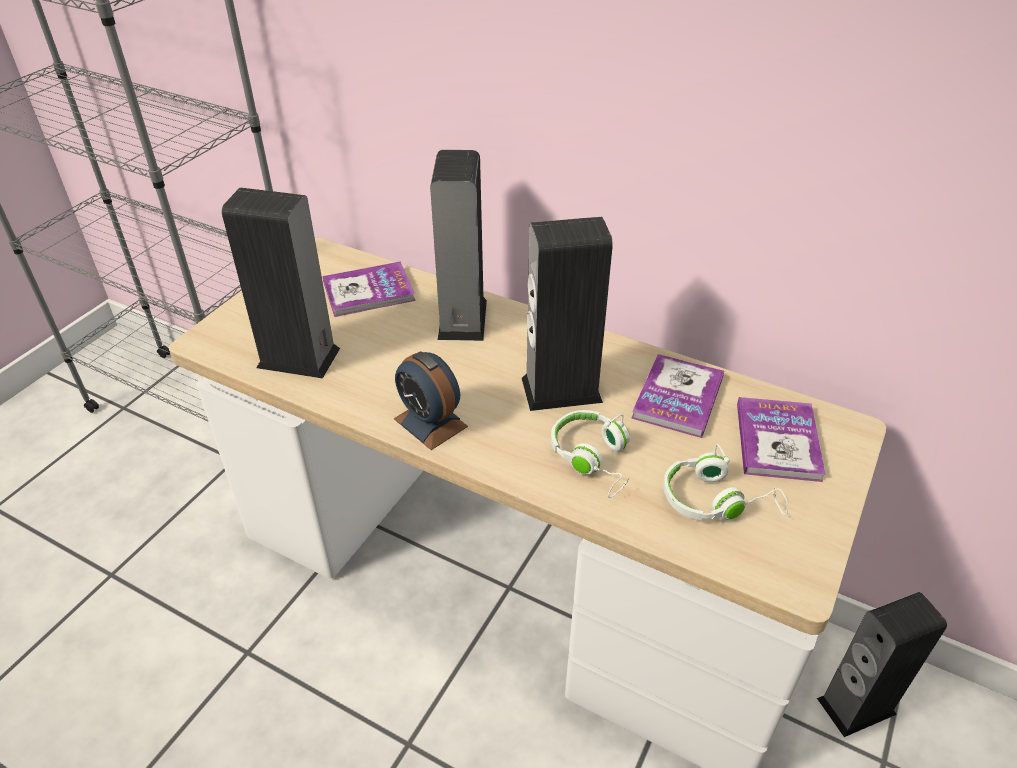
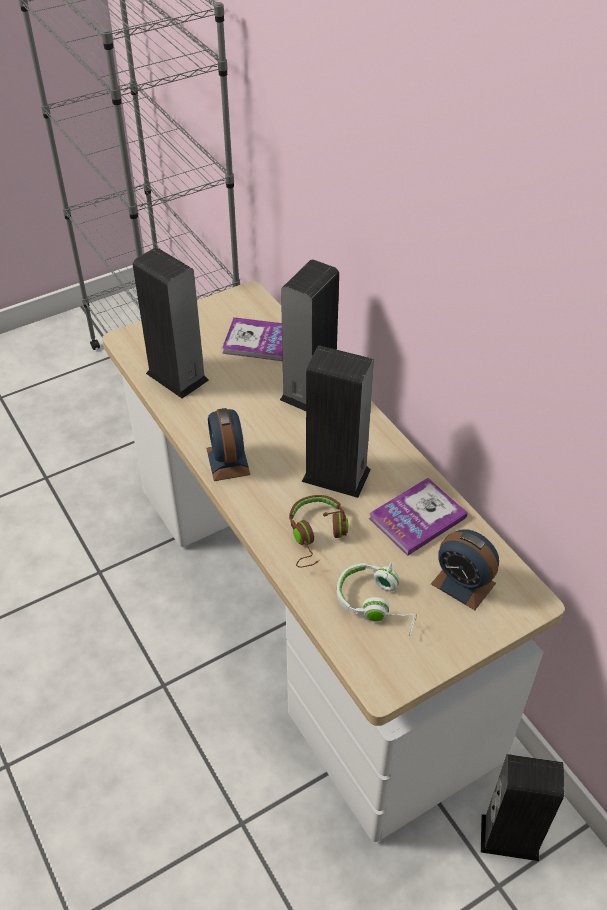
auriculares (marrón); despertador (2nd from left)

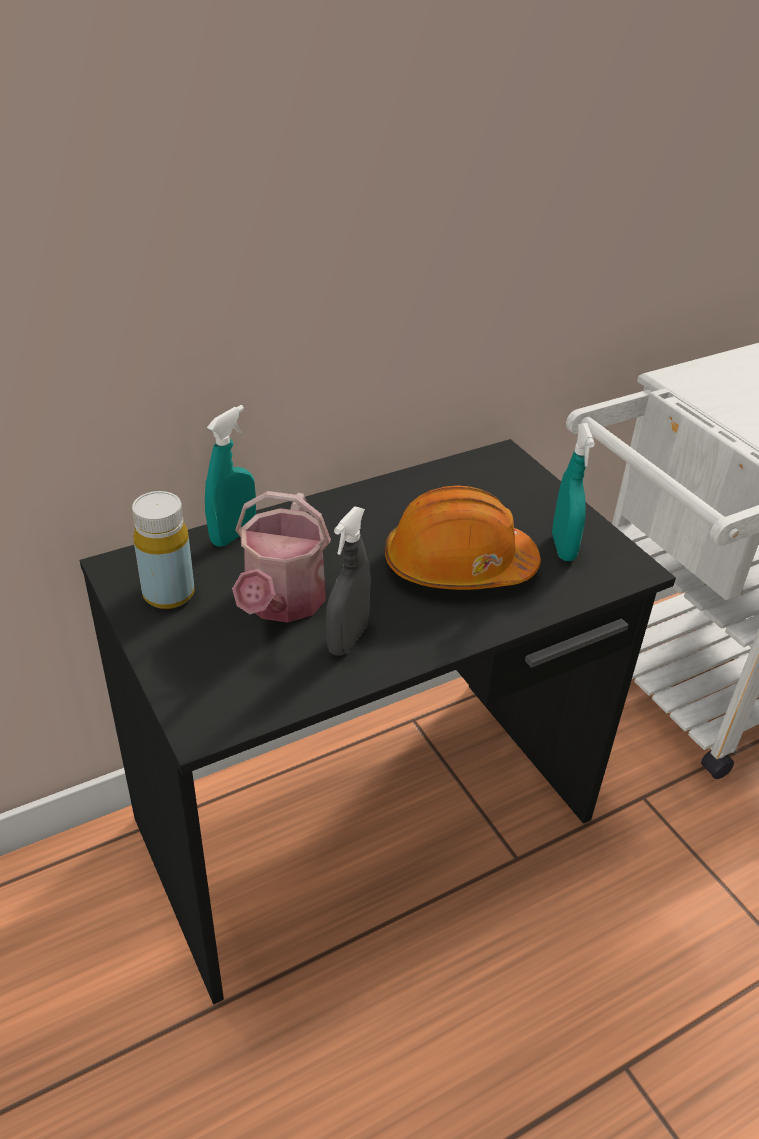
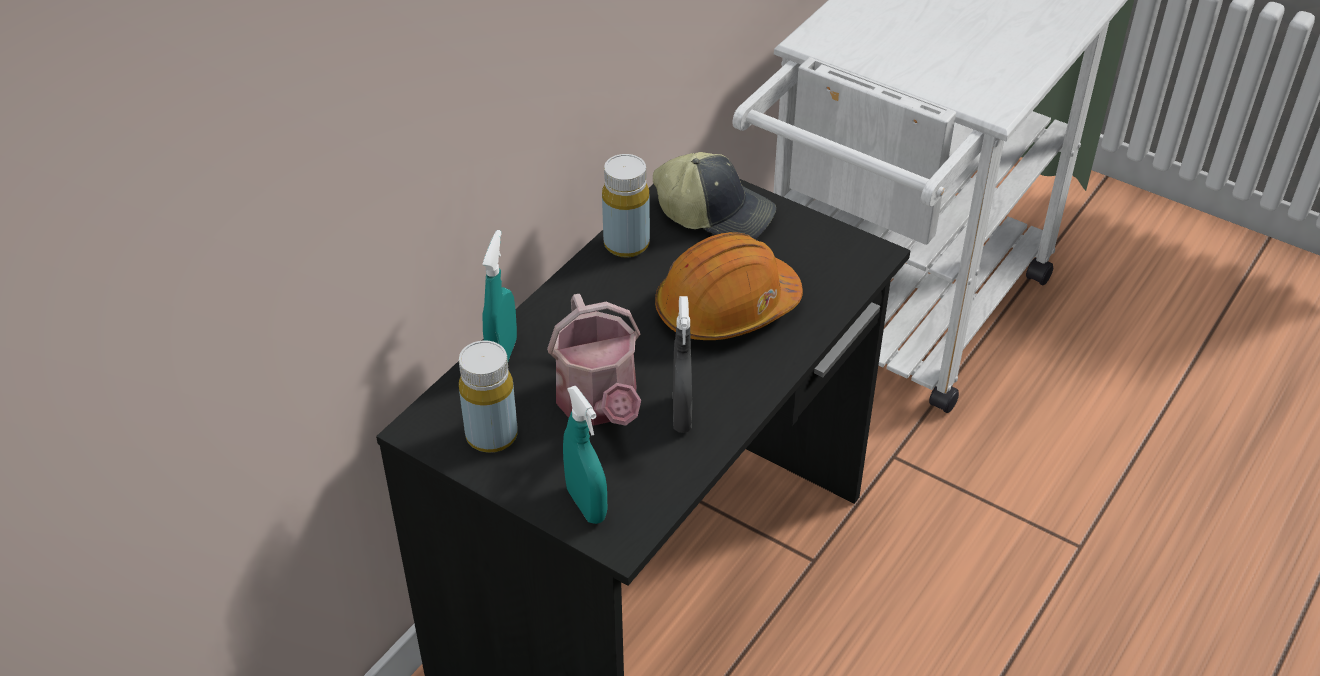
pulverizador (turquesa) (2nd from left); botella (amarillo) (2nd from left); gorra

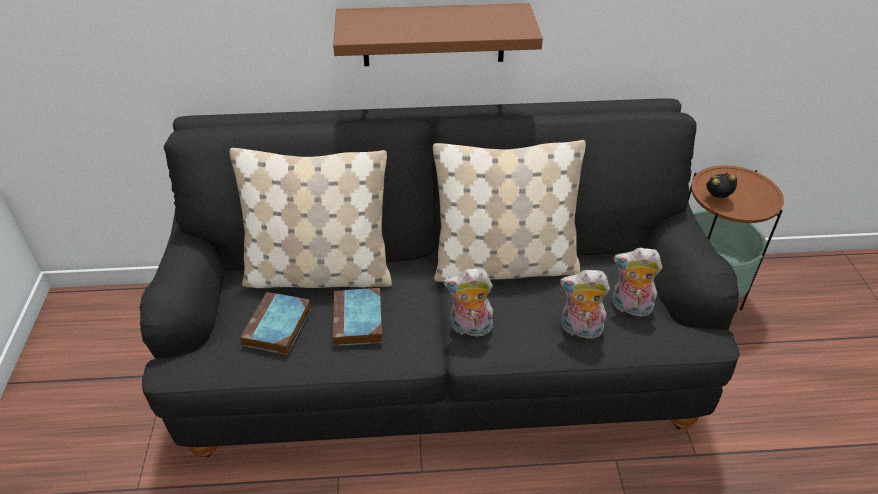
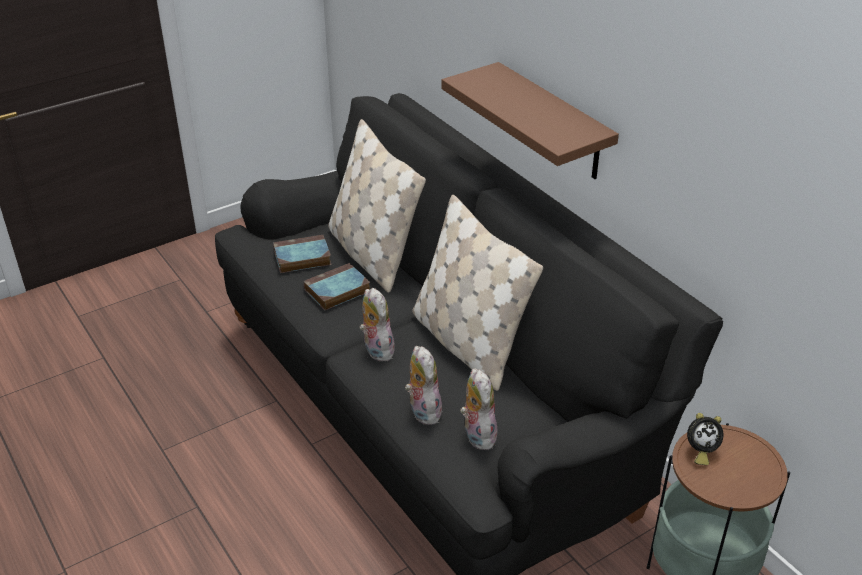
despertador

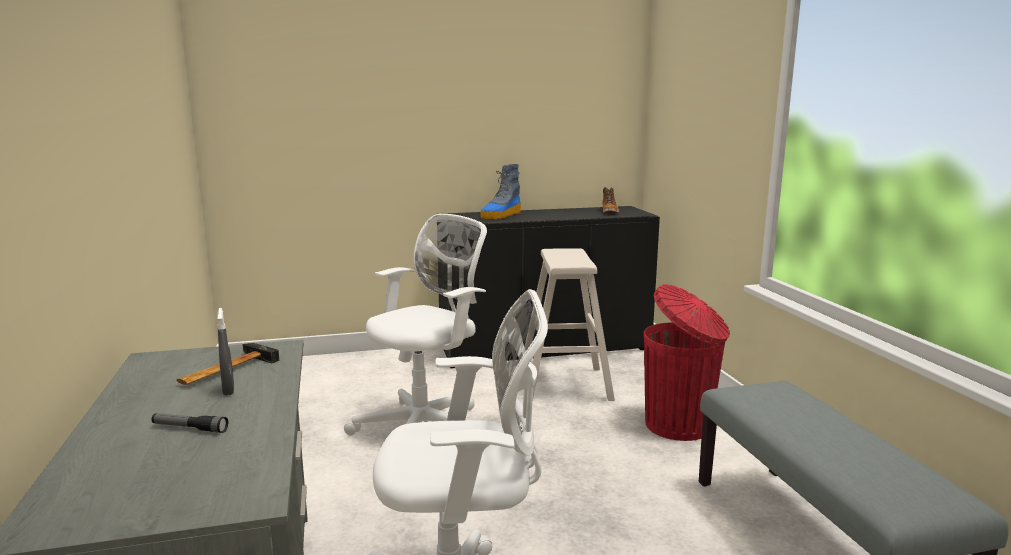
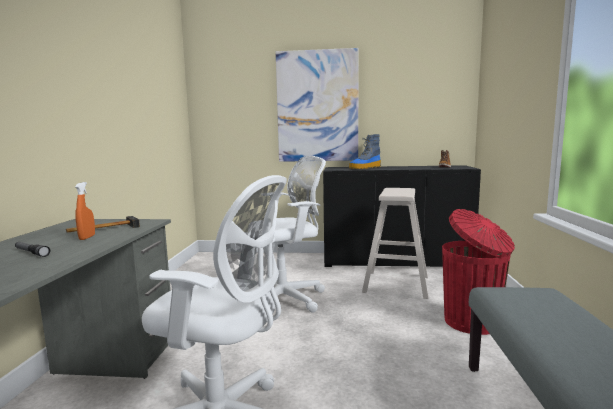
pulverizador (naranja); cuadro

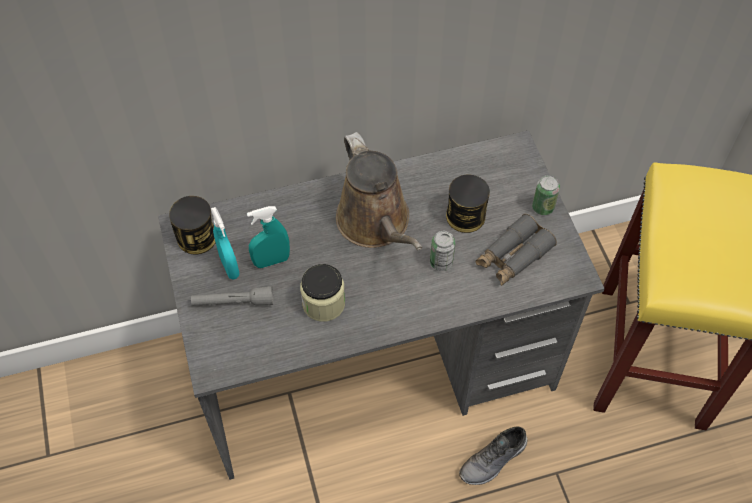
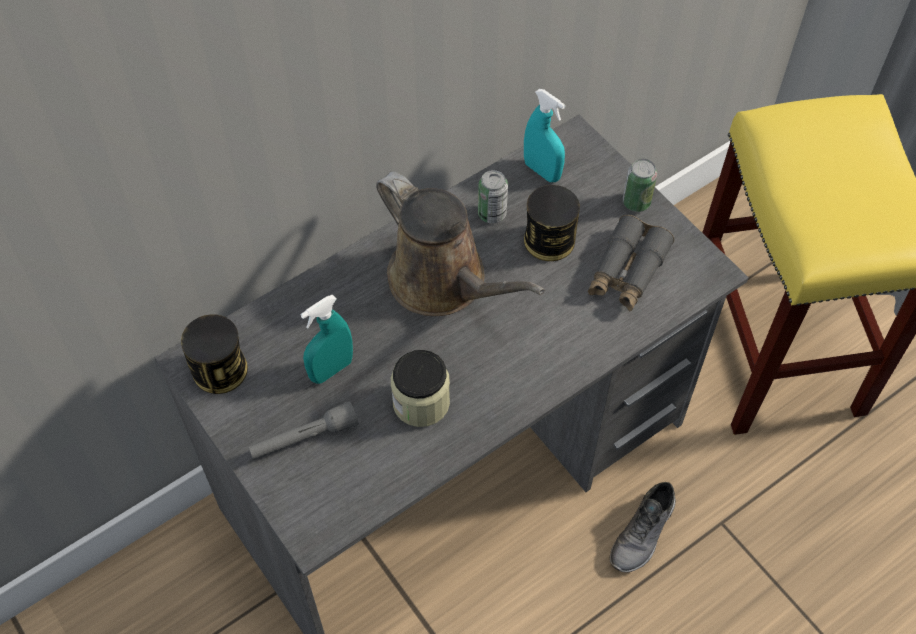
lata (2nd from left); pulverizador (turquesa) (2nd from left)

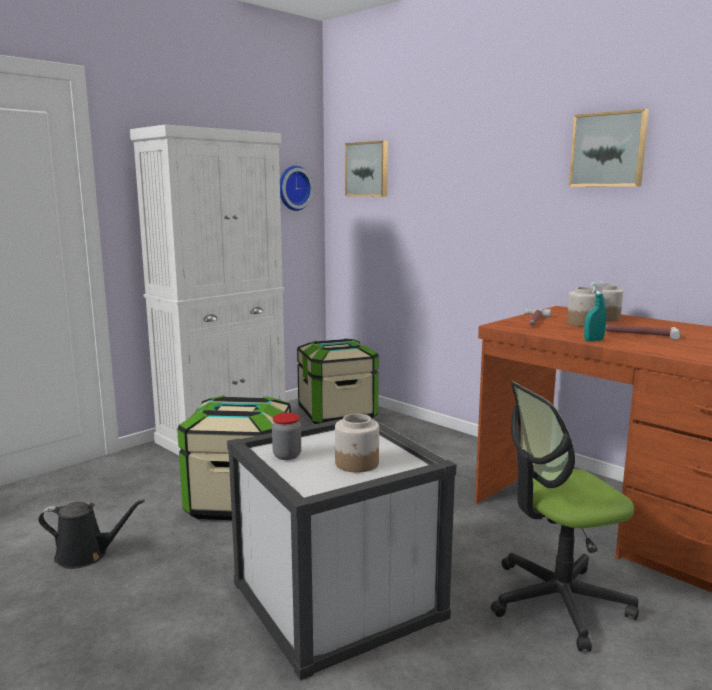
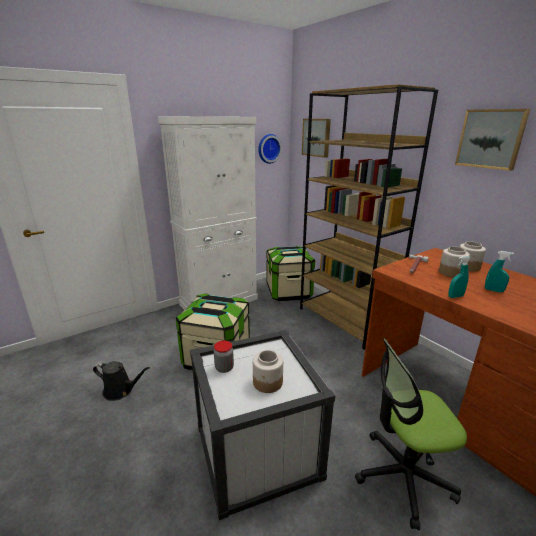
estantería (marrón); pulverizador (turquesa) (2nd from left)

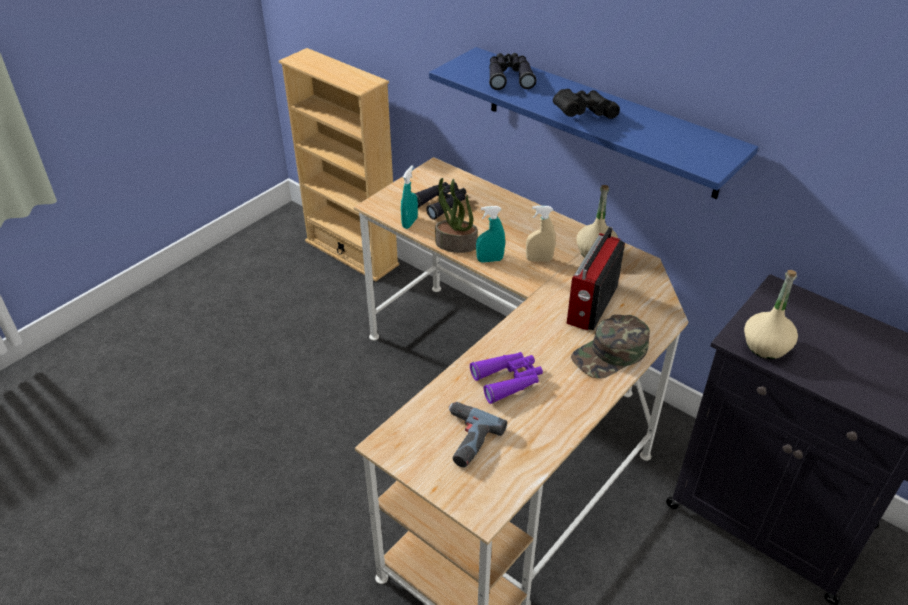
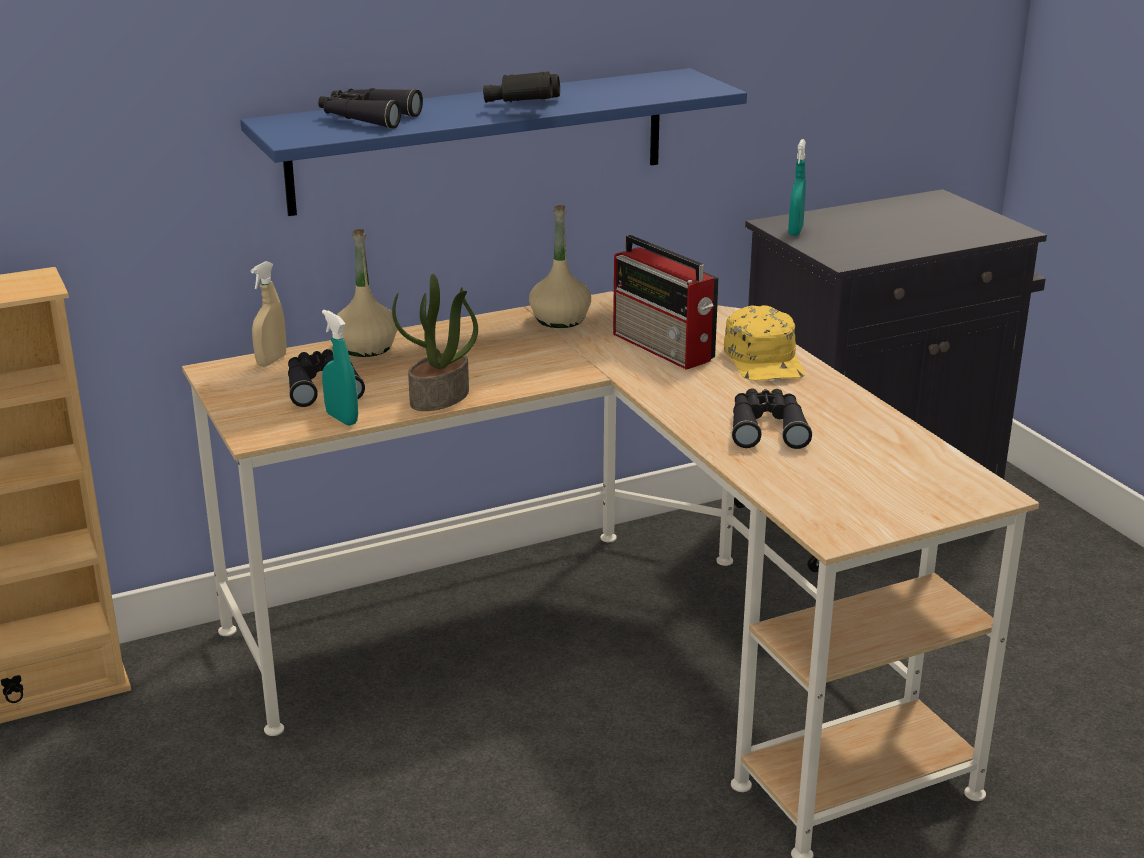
pulverizador (beis); botella (beis) (1st from left); gorra (amarillo); prismáticos (negro) (4th from left); pulverizador (turquesa) (2nd from left); taladro

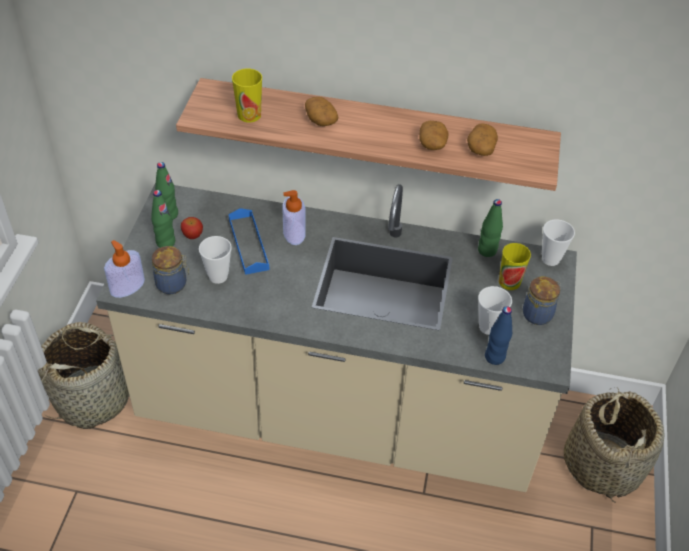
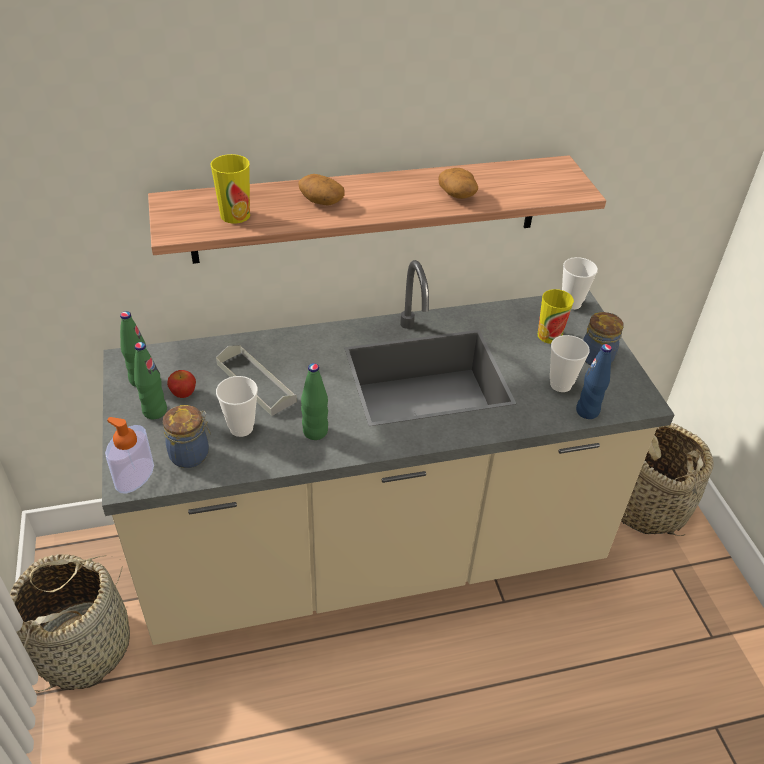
bandeja (gris); botella (verde) (3rd from left); dispensador de jabón (2nd from left in the first image); patata (3rd from left in the first image)

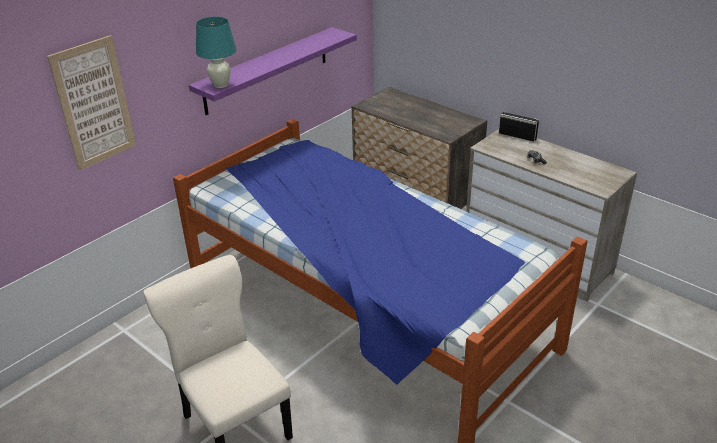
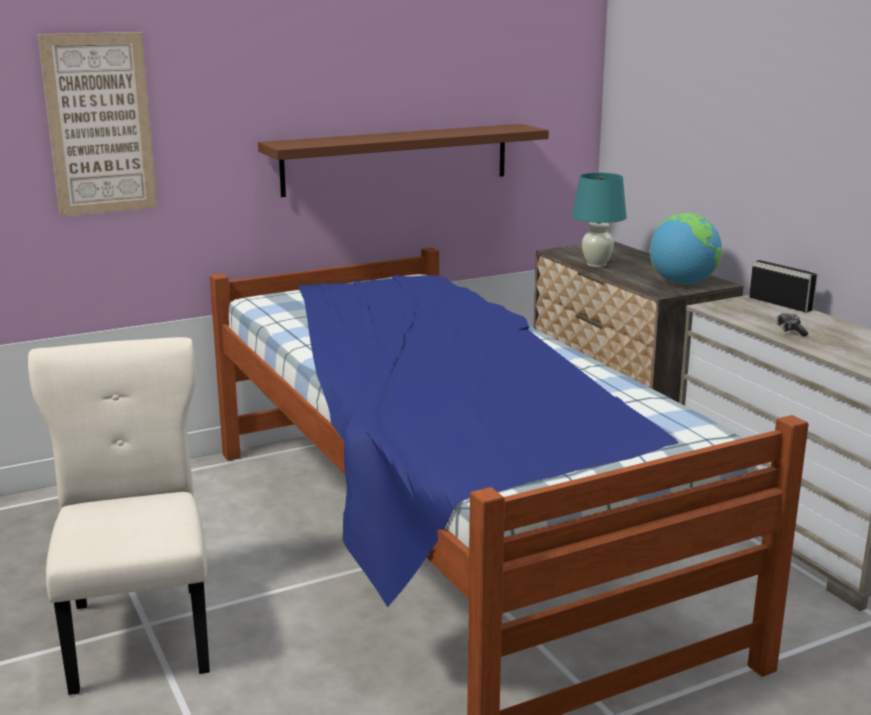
estante (marrón); lámpara de mesa (turquesa); globo terráqueo

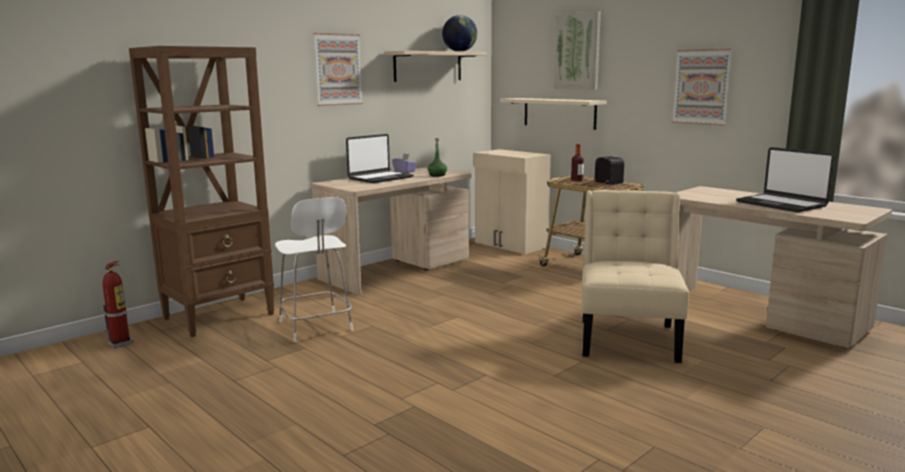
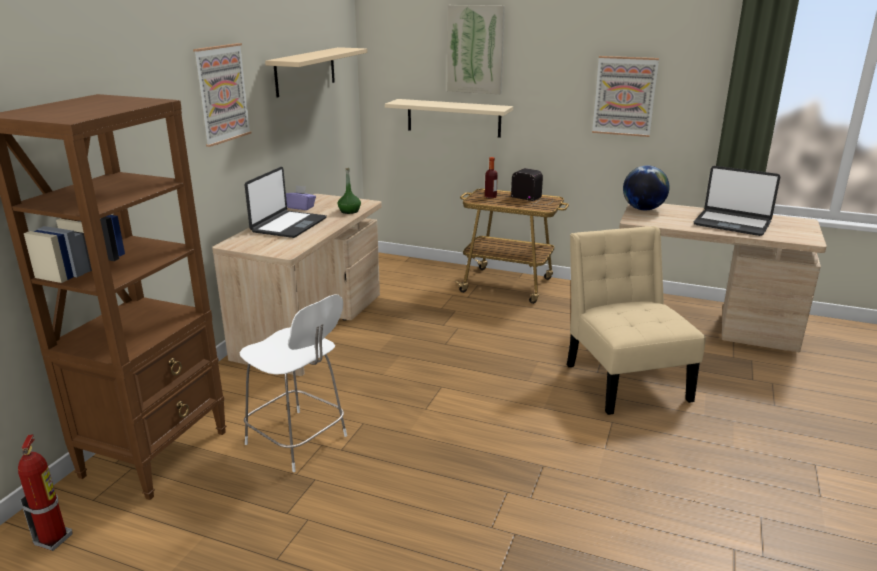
globo terráqueo; armario (beis)

